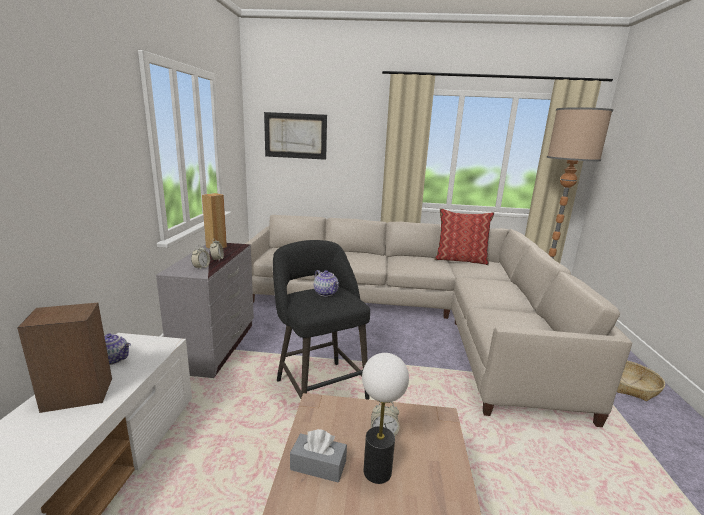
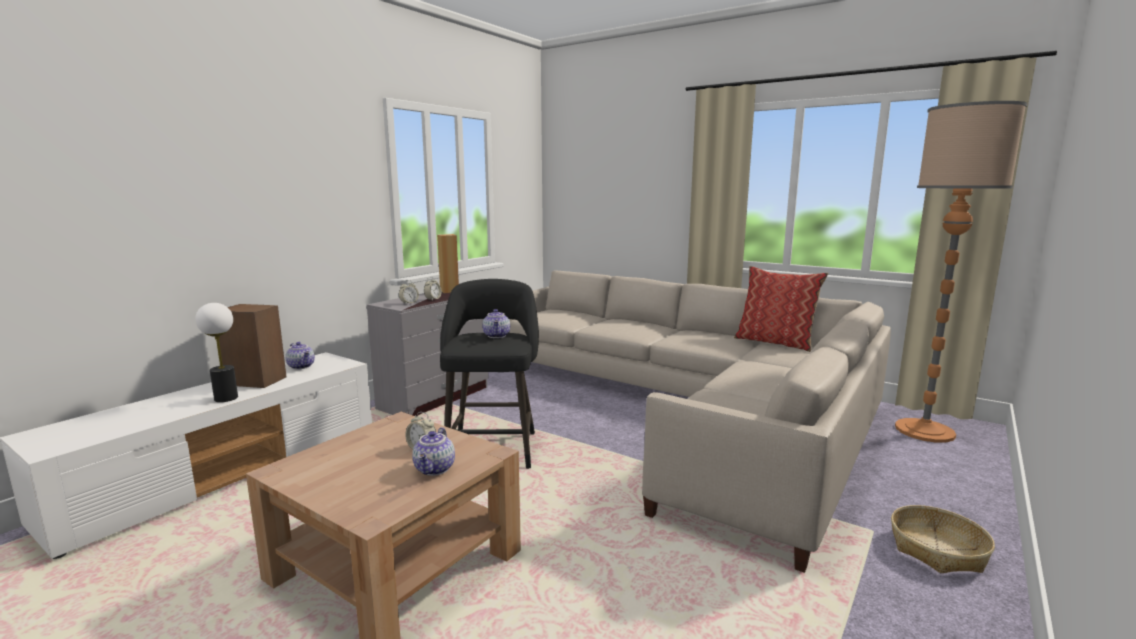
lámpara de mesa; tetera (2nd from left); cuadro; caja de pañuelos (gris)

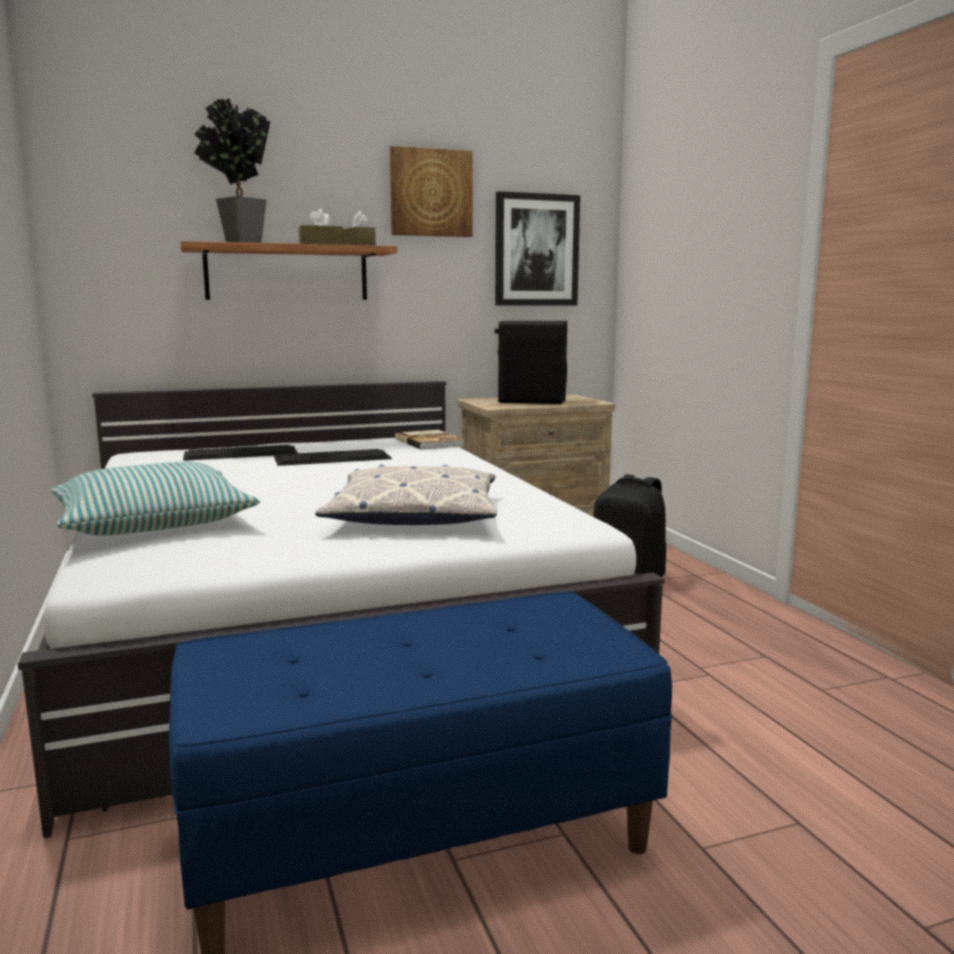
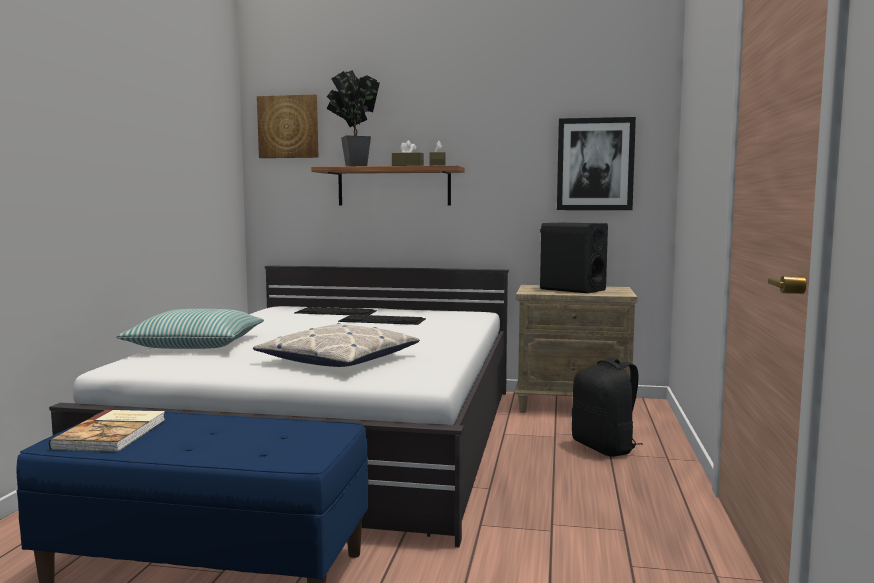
libro; cuadro (1st from left)

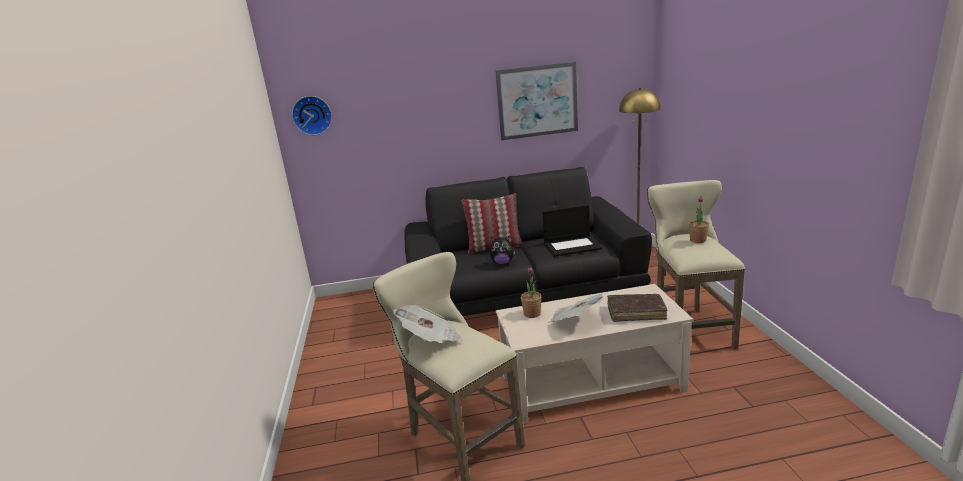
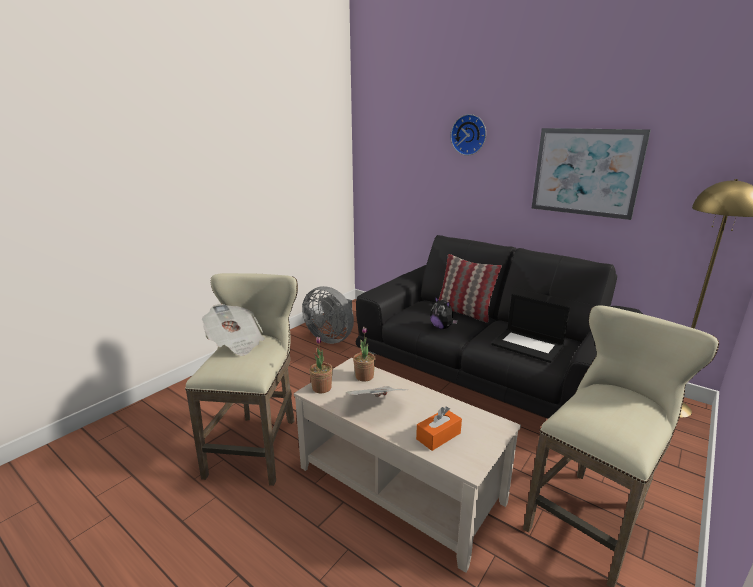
ventilador (gris); planta en maceta (1st from left); caja de pañuelos (naranja); reloj de pared

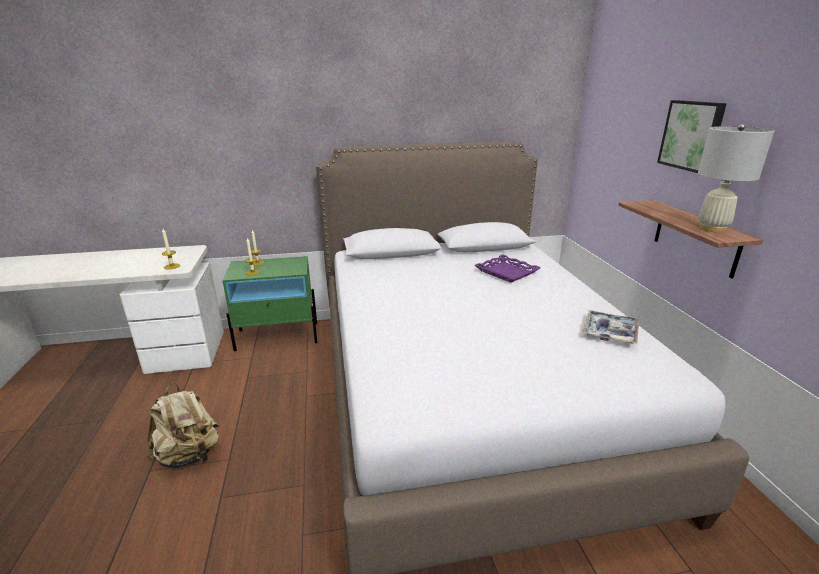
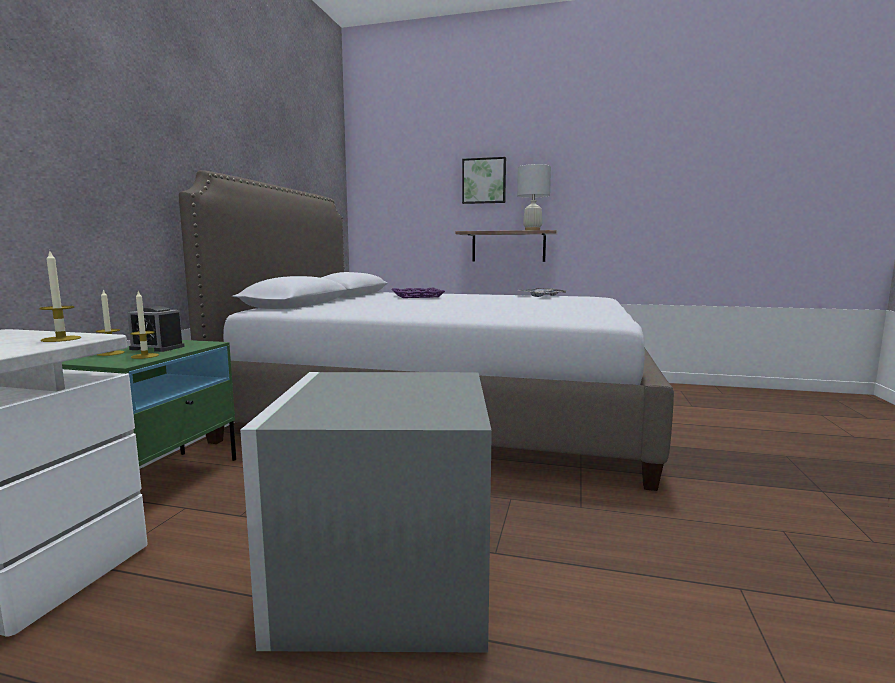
despertador; caja de almacenaje (gris)

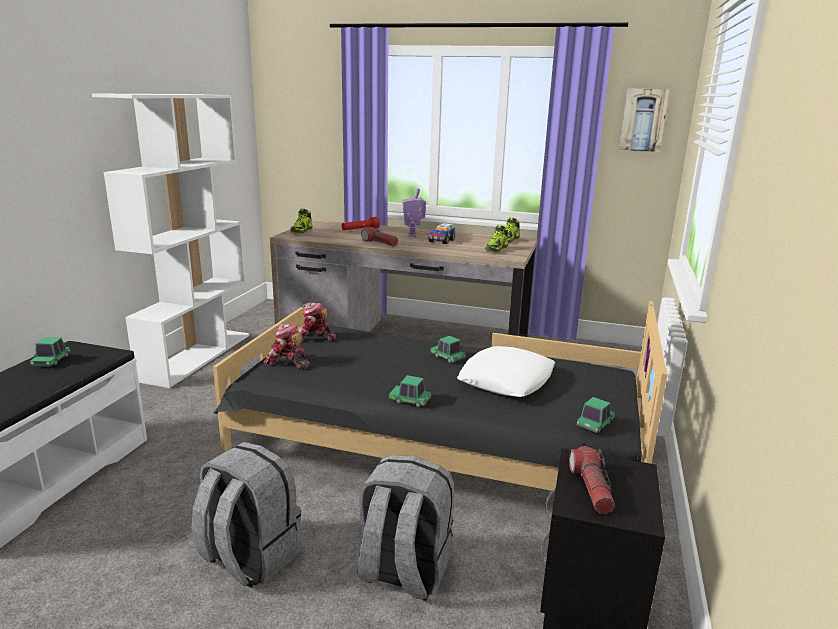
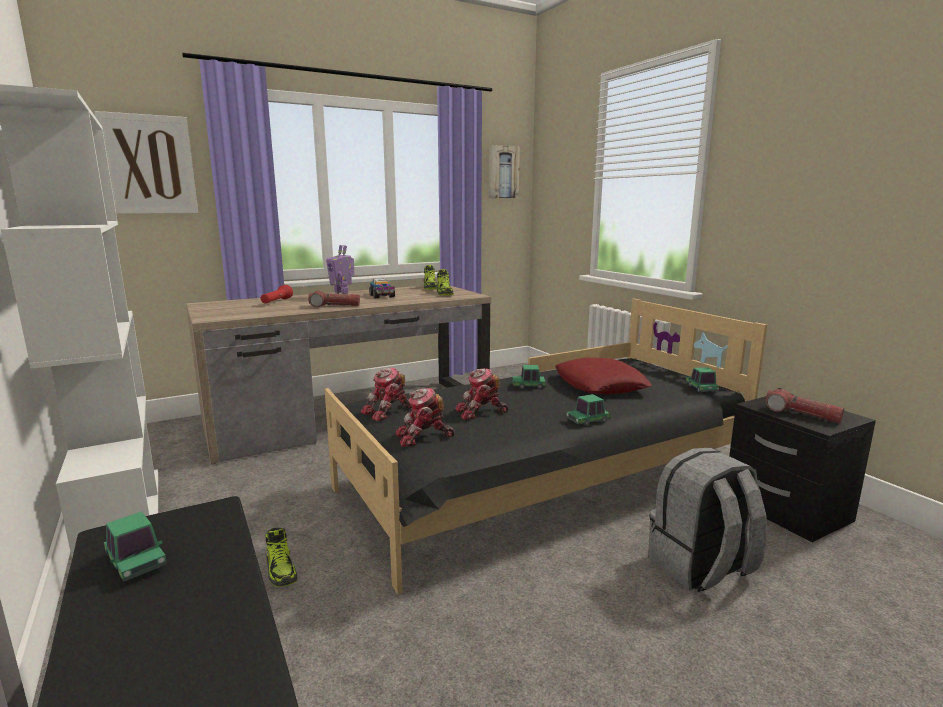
cuadro (1st from left); zapato (1st from left); robot de juguete (4th from left); cojín (rojo); mochila (gris) (1st from left in the first image)

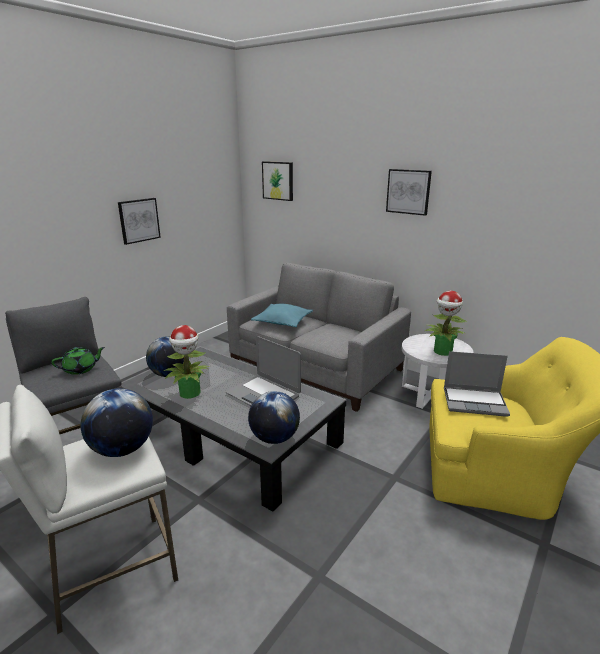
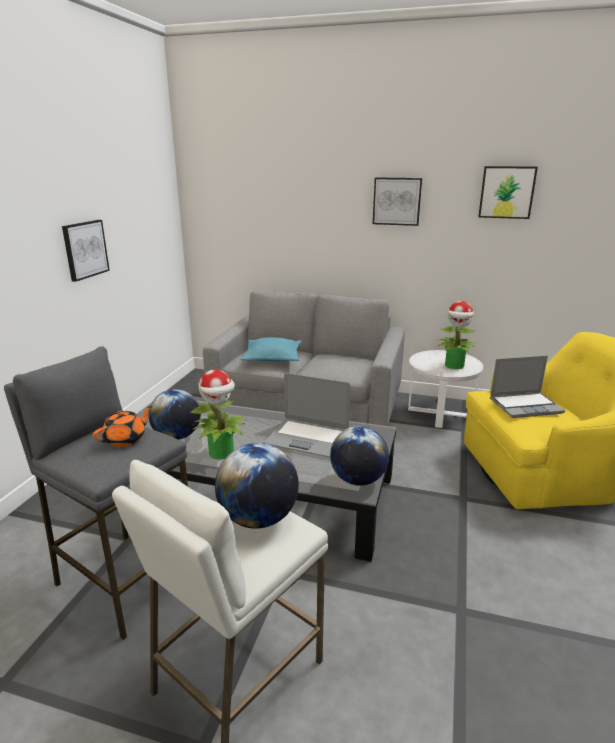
tetera (naranja); cuadro (3rd from left)

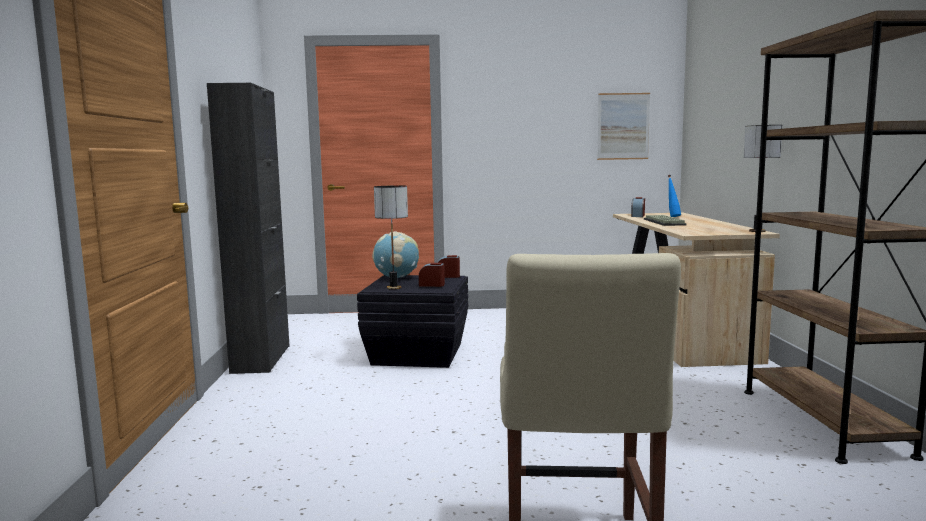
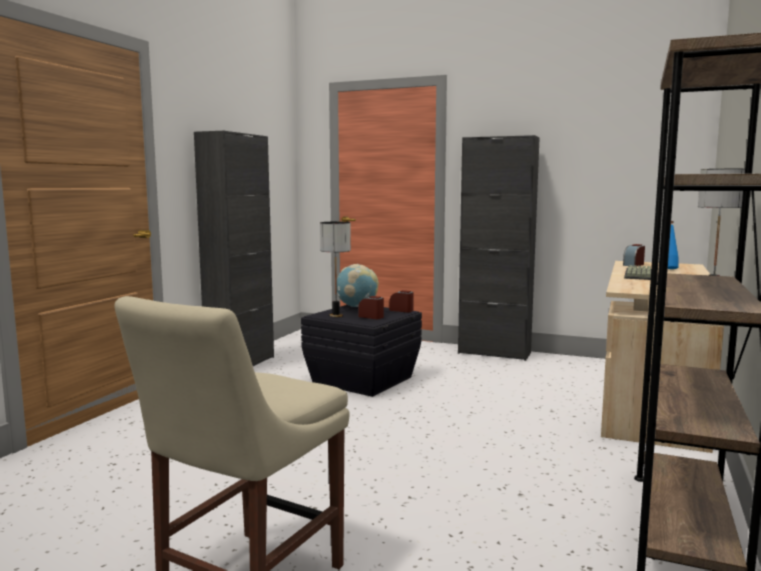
armario (negro) (2nd from left); cuadro

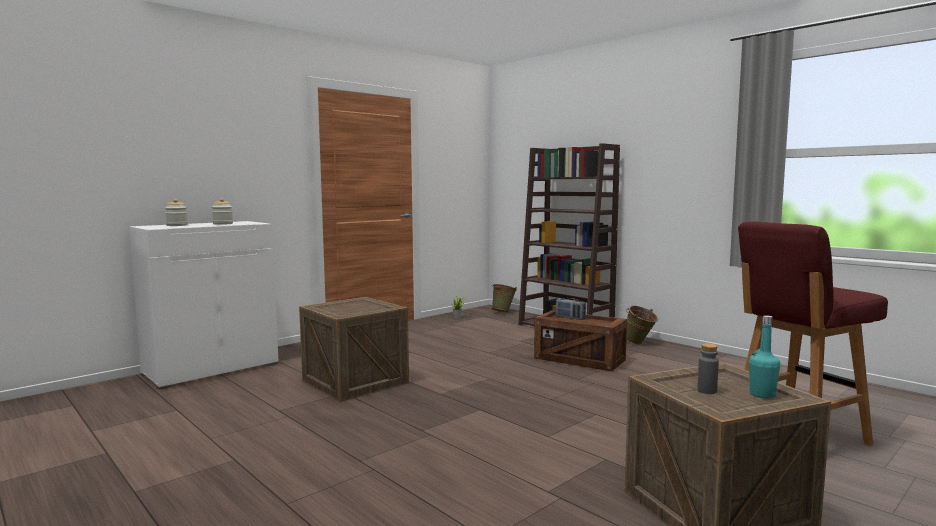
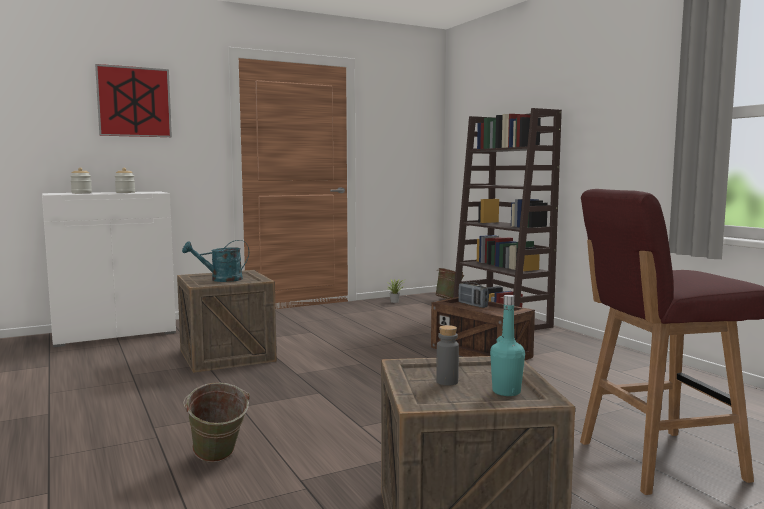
cuadro; regadera (turquesa); cubo (verde) (1st from left)

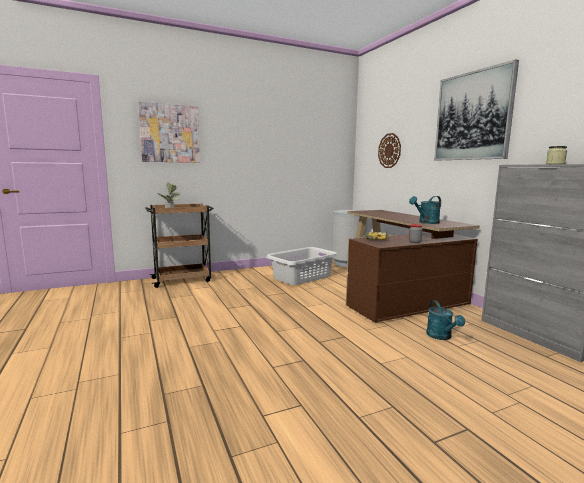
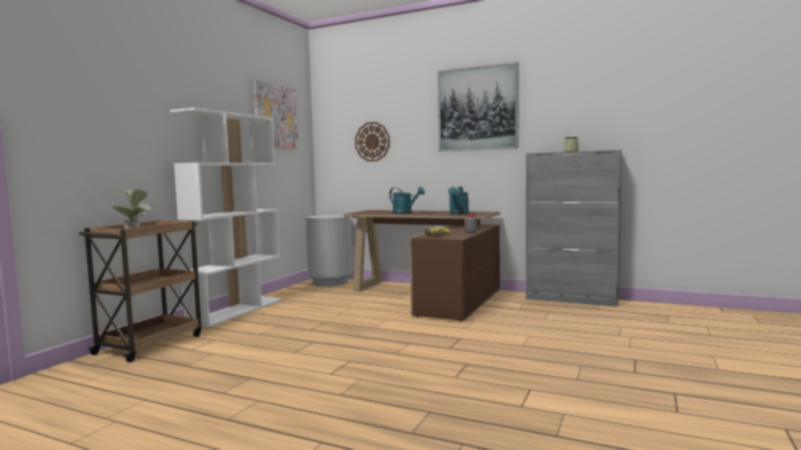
estantería (blanco); cuadro (1st from left); regadera (turquesa) (1st from left); cesto de la ropa (gris)

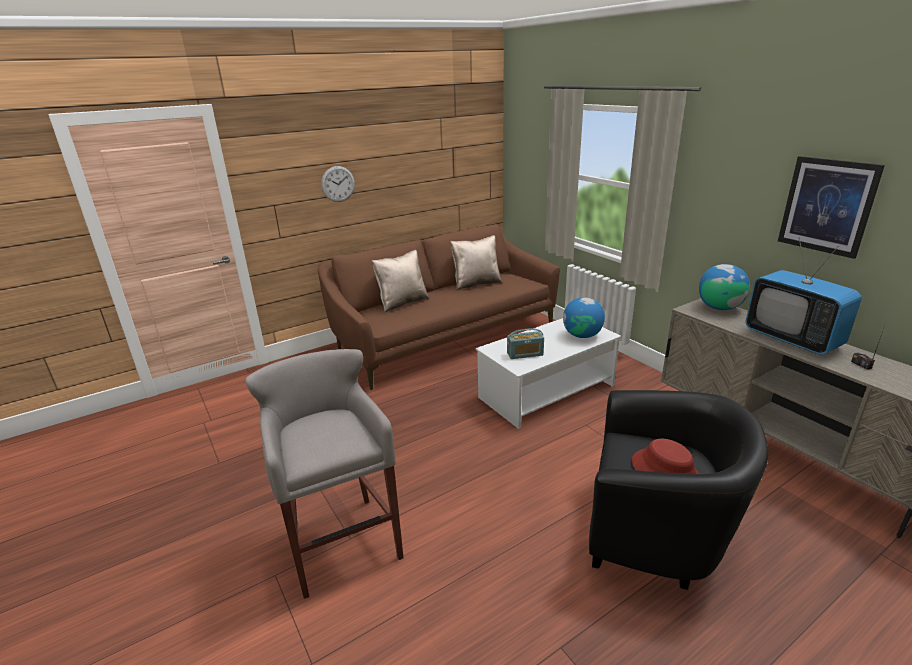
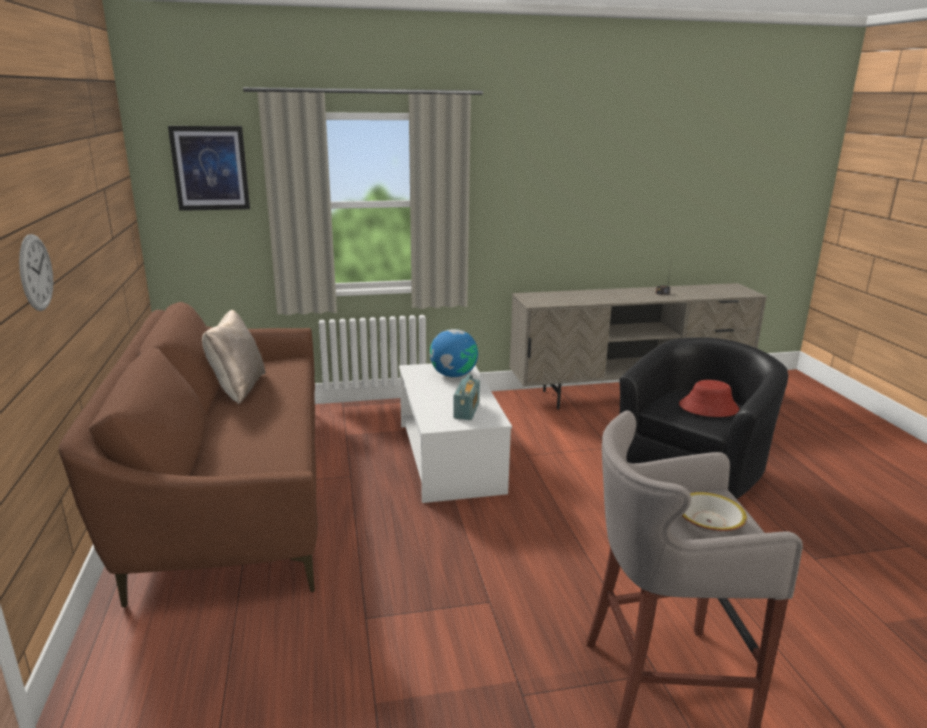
cuadro; cuenco; cojín (beis) (1st from left in the first image); globo terráqueo (2nd from left in the first image); televisor

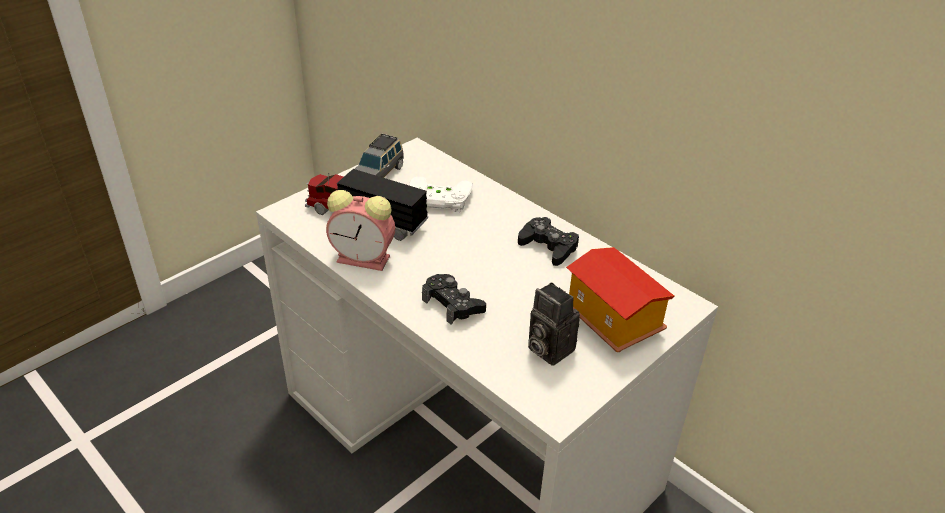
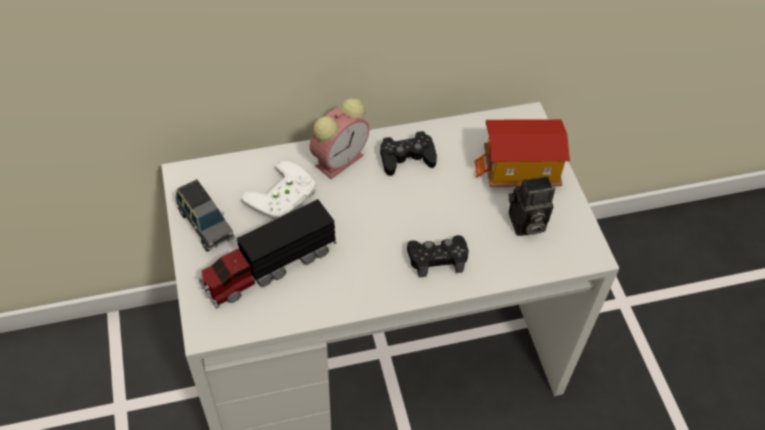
despertador

